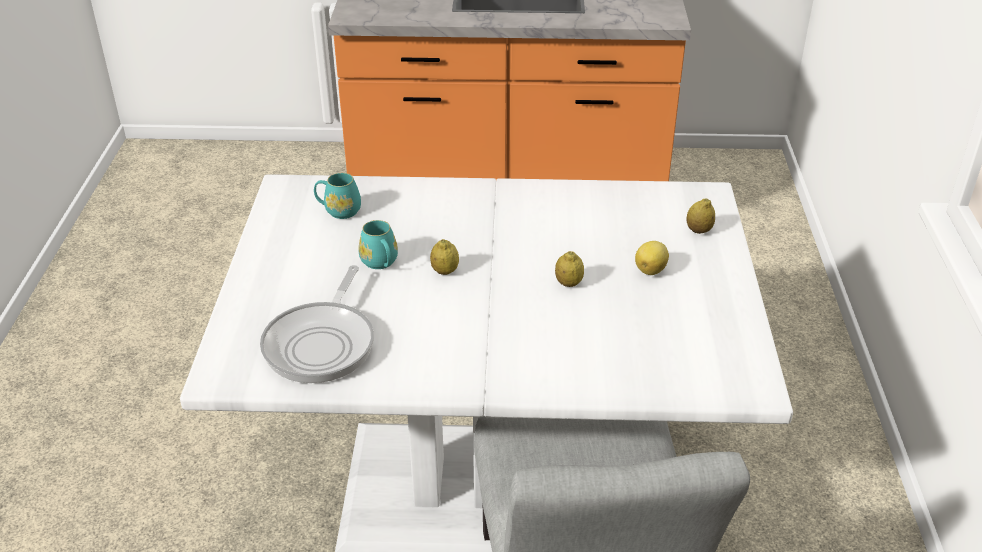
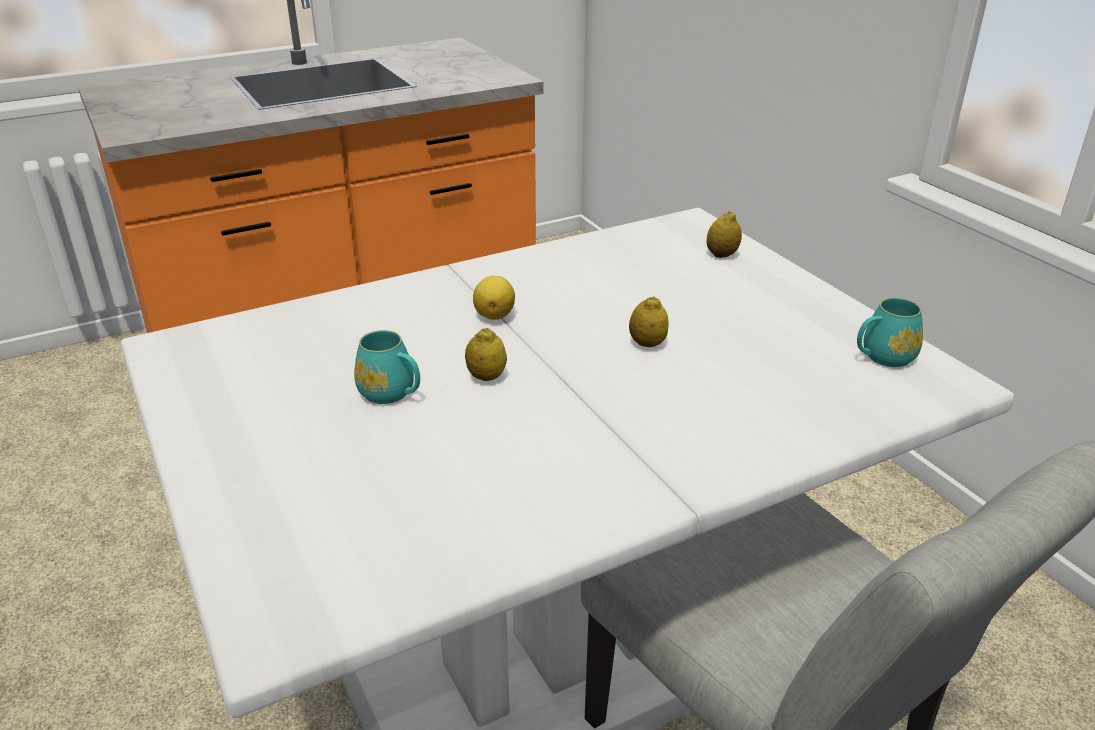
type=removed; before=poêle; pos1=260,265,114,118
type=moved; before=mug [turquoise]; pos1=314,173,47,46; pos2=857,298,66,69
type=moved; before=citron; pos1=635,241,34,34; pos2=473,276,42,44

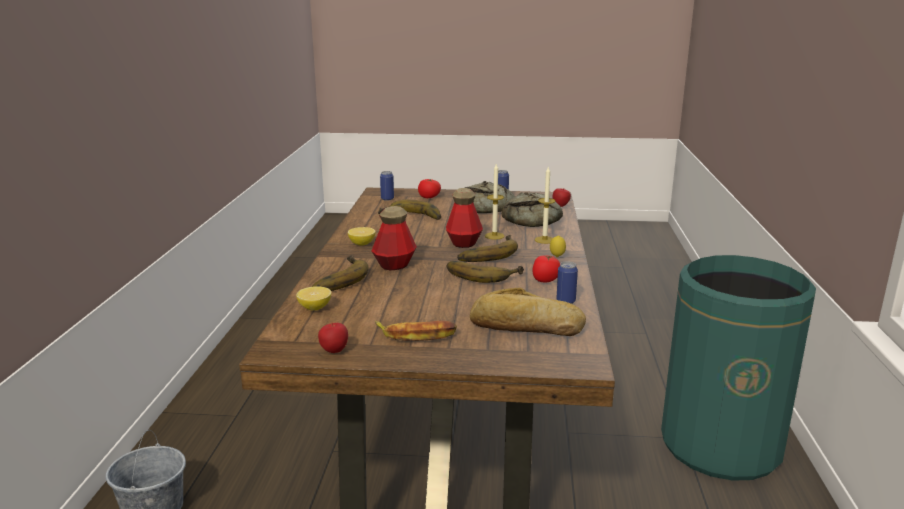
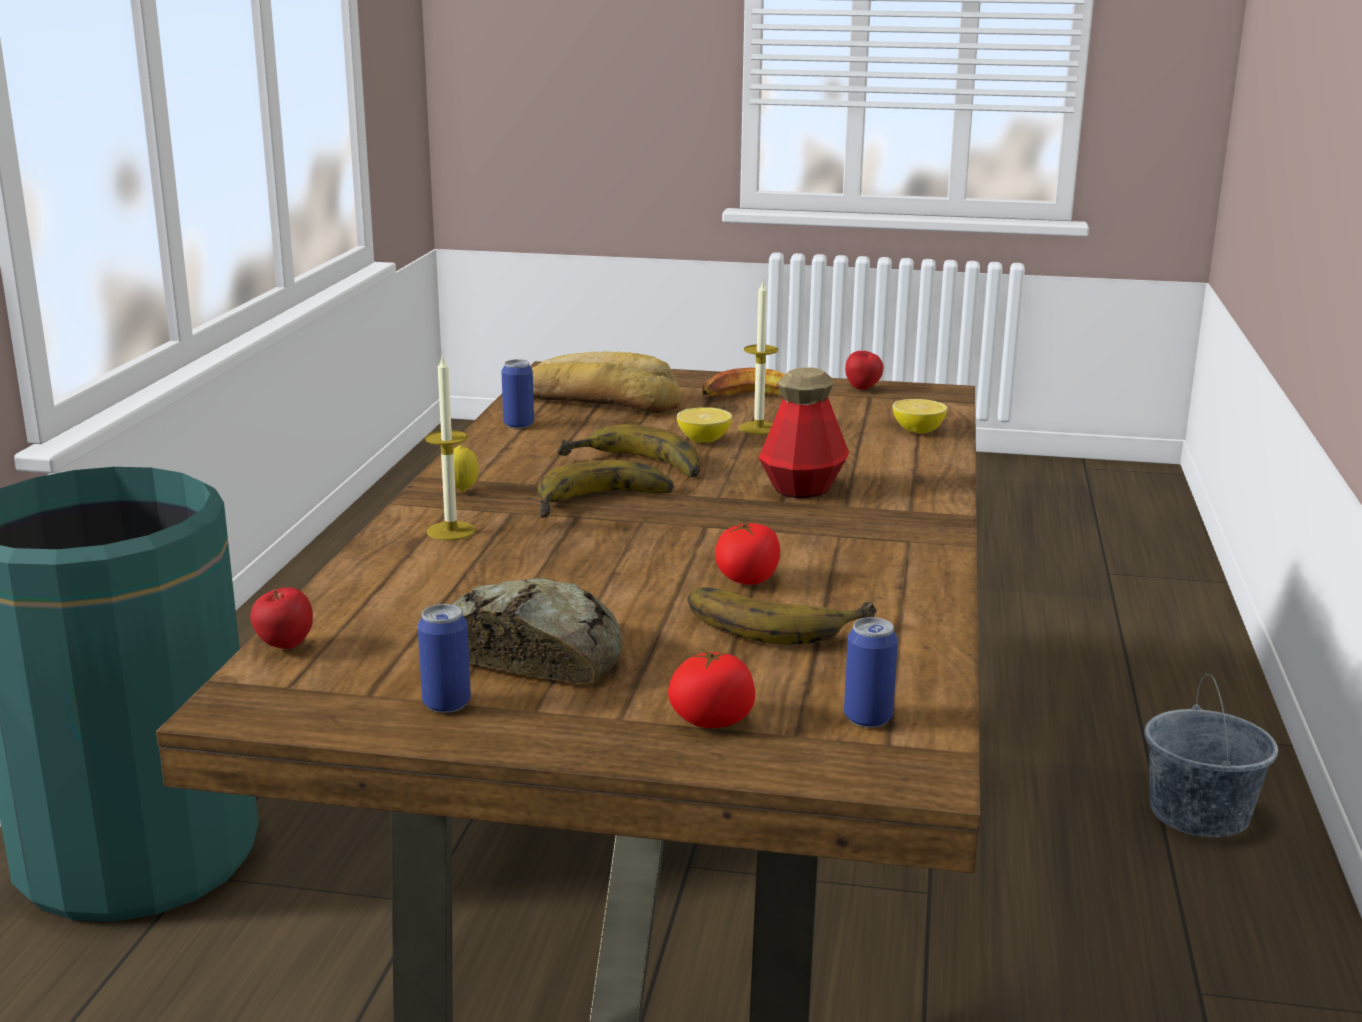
type=removed; before=banane; pos1=311,255,58,36
type=removed; before=bouteille; pos1=446,188,37,60
type=removed; before=pain; pos1=502,192,61,35
type=moved; before=citron; pos1=348,227,28,19; pos2=677,407,55,36
type=moved; before=bougie; pos1=485,164,20,75; pos2=739,282,39,153
type=moved; before=tomate; pos1=532,256,28,26; pos2=715,522,65,63

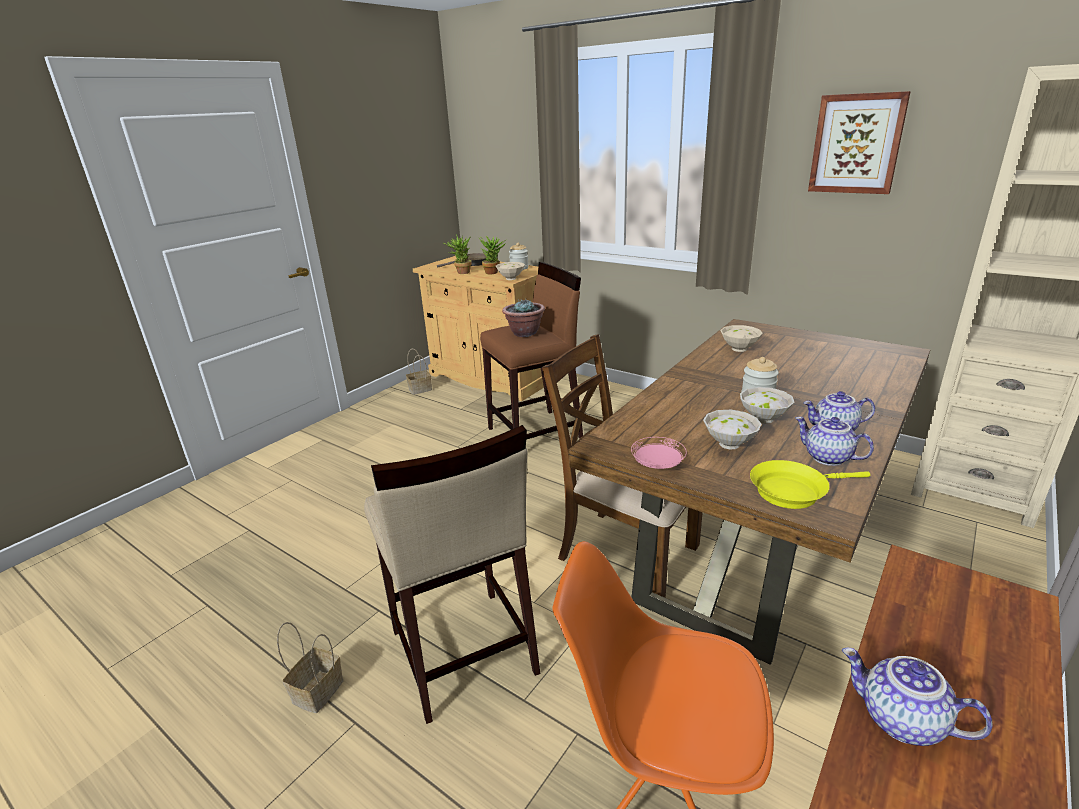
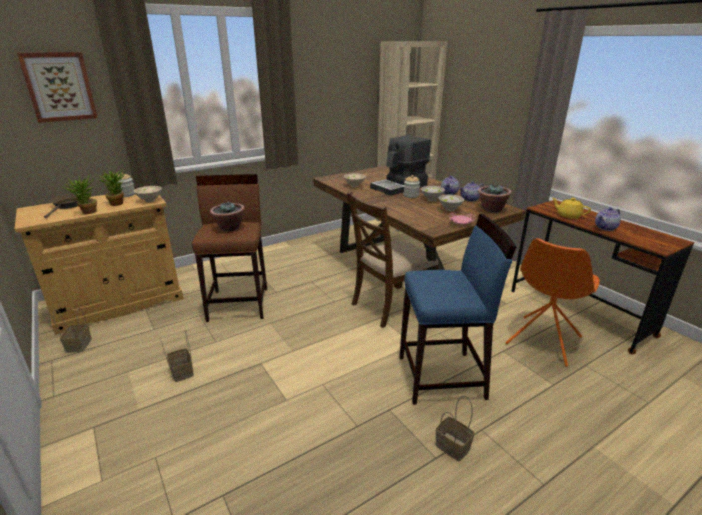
type=added; after=panier; pos2=160,330,34,52
type=added; after=machine à café; pos2=370,135,61,61
type=added; after=théière [jaune]; pos2=552,198,39,21
type=moved; before=tableau; pos1=808,91,103,103; pos2=17,52,81,71
type=replaced; before=poêle [jaune]; after=plante en pot; pos1=750,460,120,49; pos2=478,184,34,29
type=recoloured; before=tabouret [beige]; after=tabouret [bleu]; pos1=364,425,176,299; pos2=399,214,117,191

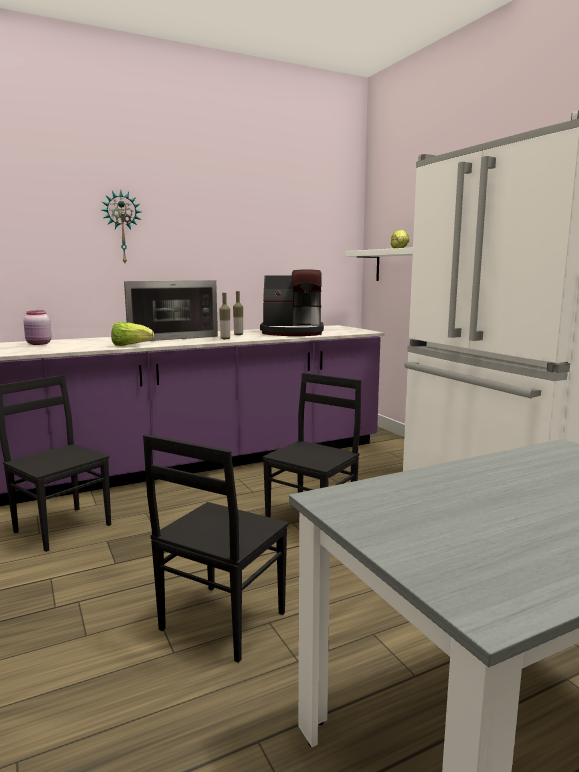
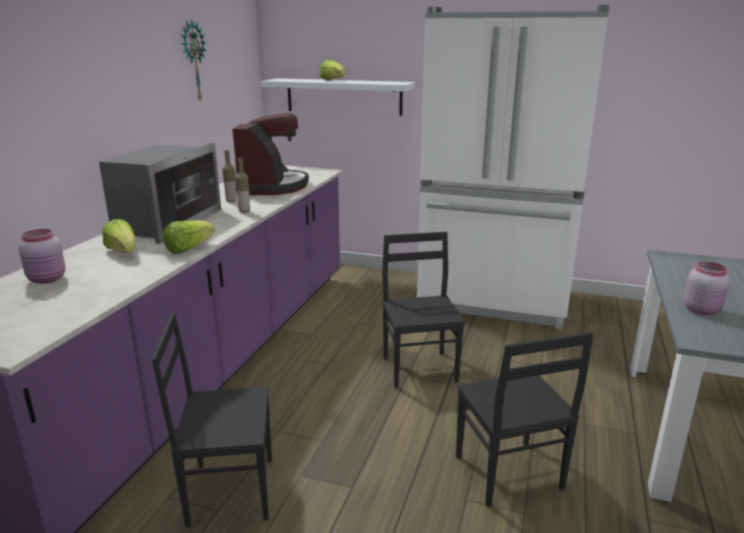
type=added; after=laitue; pos2=102,219,34,34
type=added; after=bocal [rose]; pos2=684,262,46,53
type=moved; before=horloge murale; pos1=102,190,39,73; pos2=181,19,25,82
type=turned; before=machine à café; pos1=260,269,64,67; pos2=232,113,77,82; turn=-45

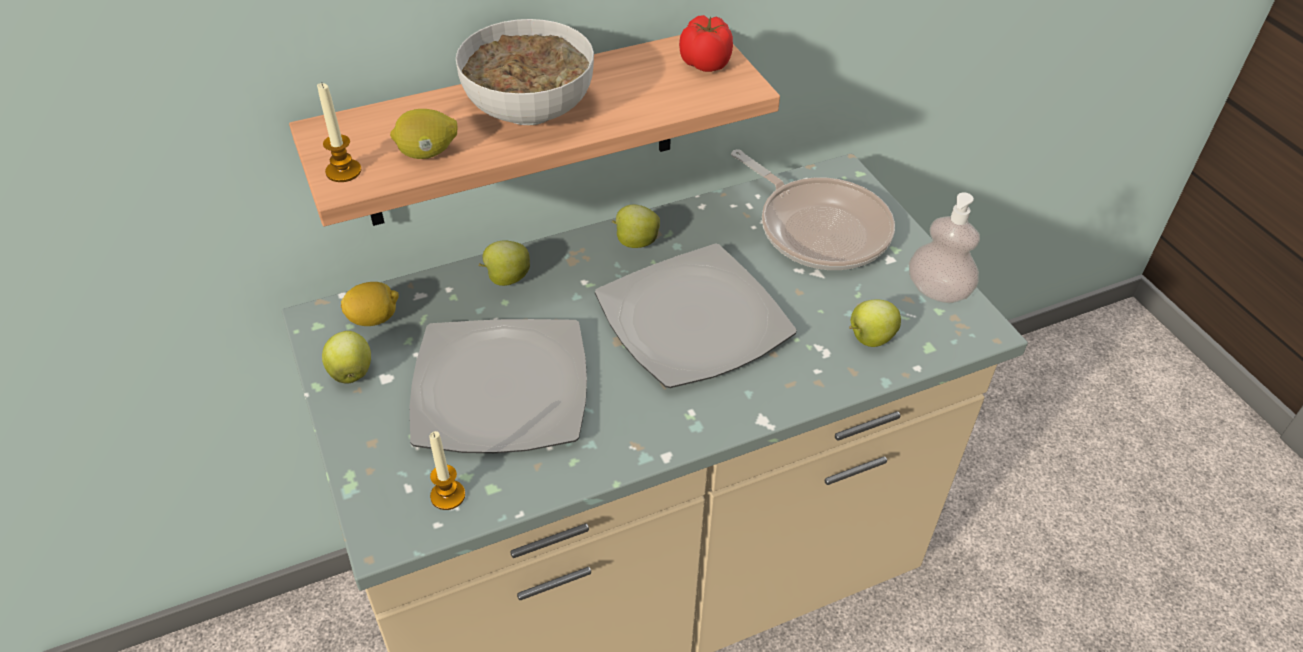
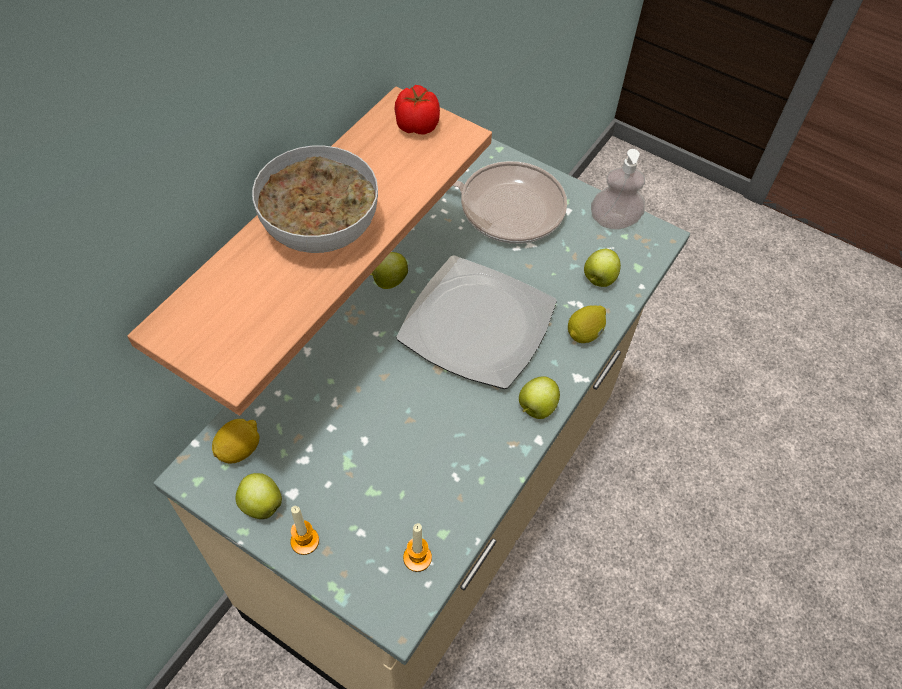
type=removed; before=assiette; pos1=410,319,177,134
type=moved; before=bougie; pos1=317,82,45,100; pos2=290,506,29,49
type=moved; before=citron; pos1=390,109,67,50; pos2=568,305,38,38
type=moved; before=pomme; pos1=479,241,51,45; pos2=519,376,41,43

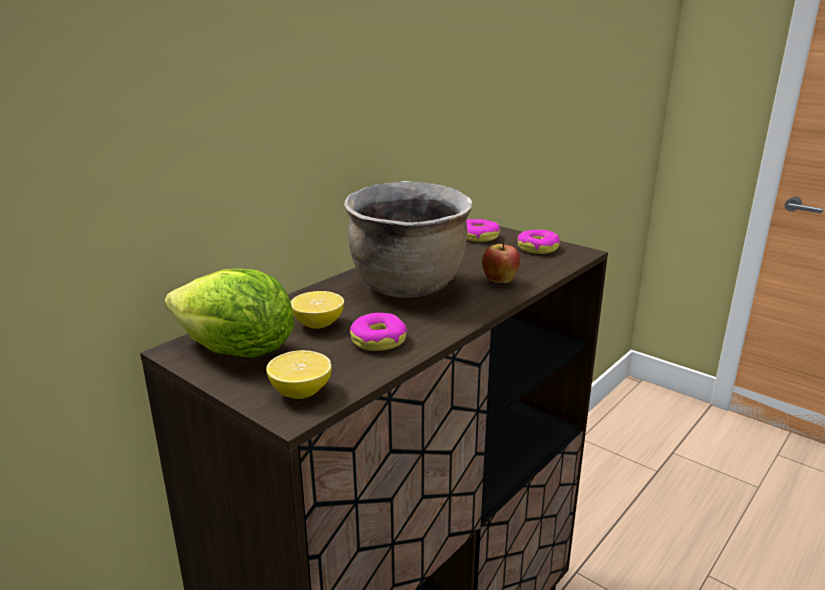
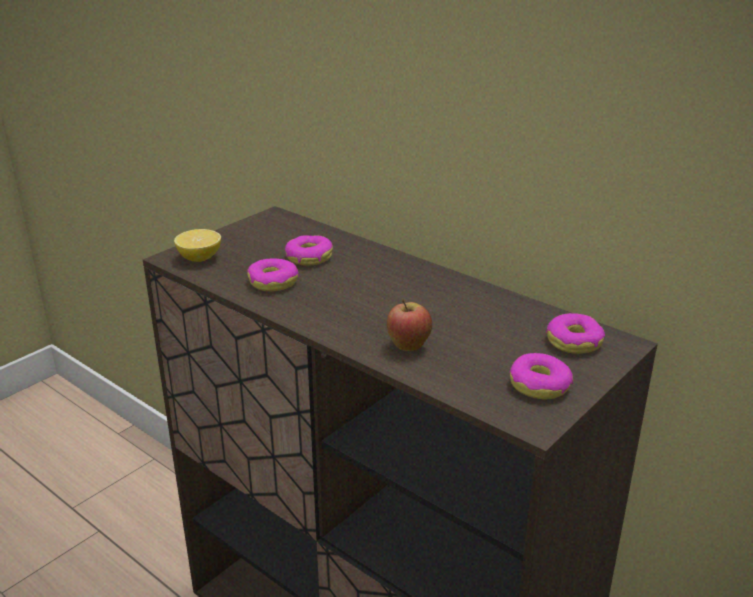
type=removed; before=laitue; pos1=165,269,129,89
type=removed; before=marmite [marron]; pos1=344,181,128,117
type=replaced; before=citron; after=beignet; pos1=291,291,53,38; pos2=285,235,48,31

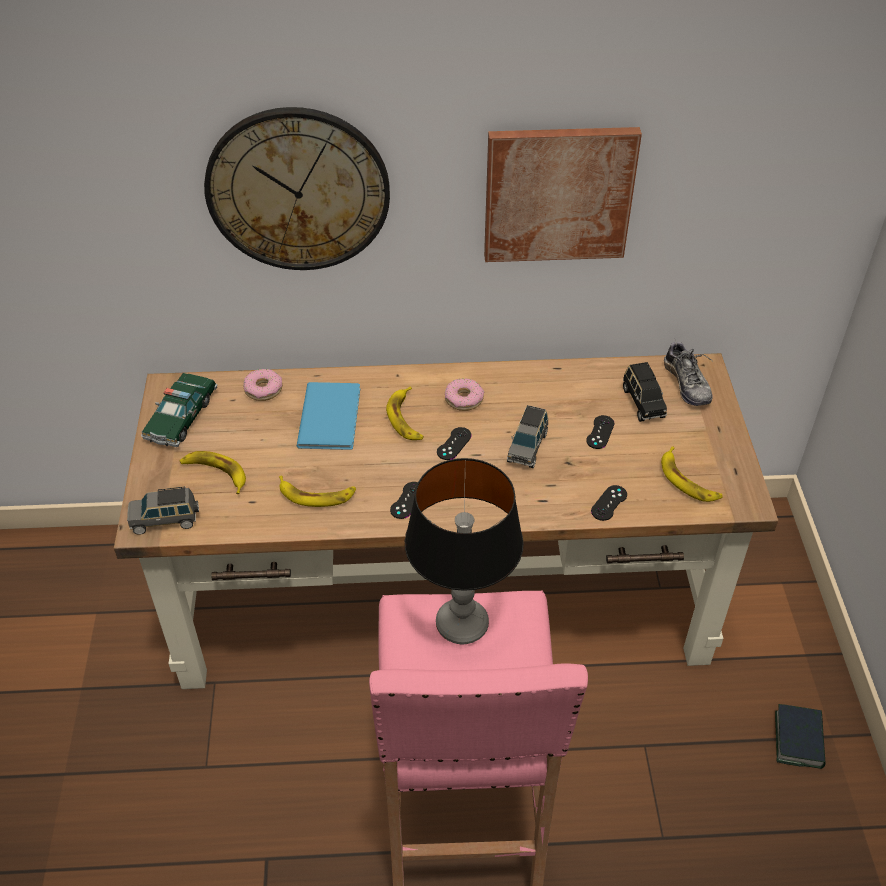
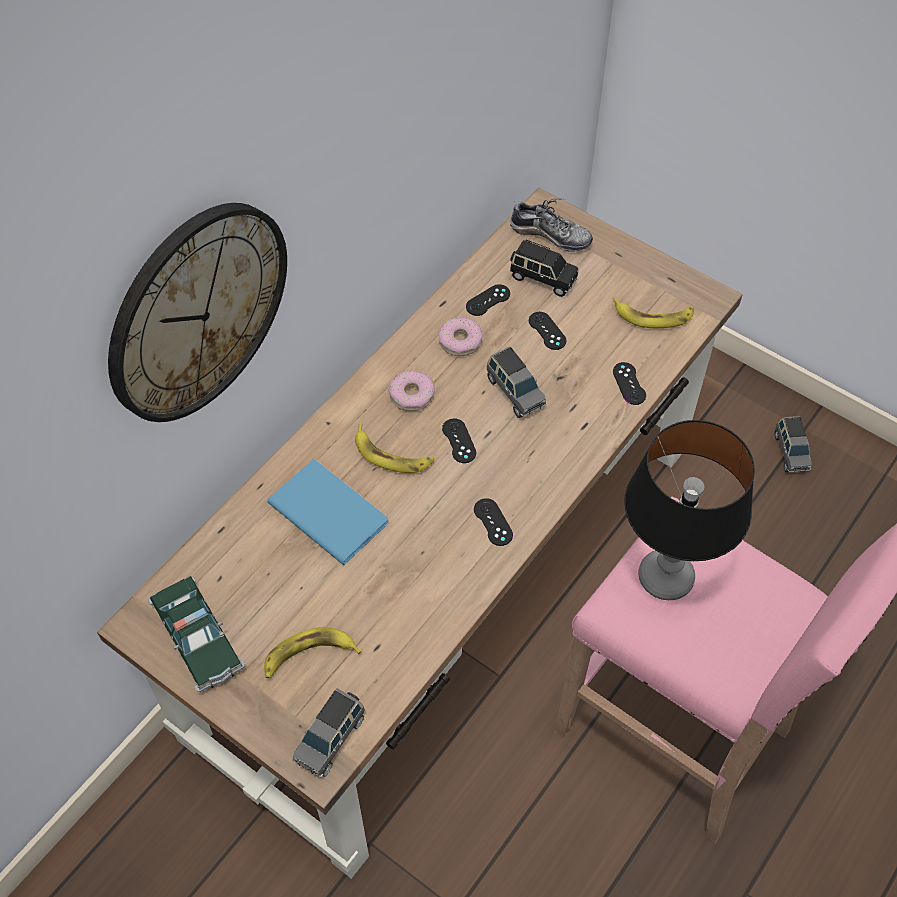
type=removed; before=banane; pos1=279,476,77,31
type=removed; before=tableau; pos1=484,127,158,135
type=added; after=manette [noir]; pos2=466,284,44,32
type=moved; before=beignet; pos1=243,369,39,32; pos2=439,318,43,38
type=replaced; before=livre; after=petite voiture [gris]; pos1=775,704,51,65; pos2=775,416,37,56

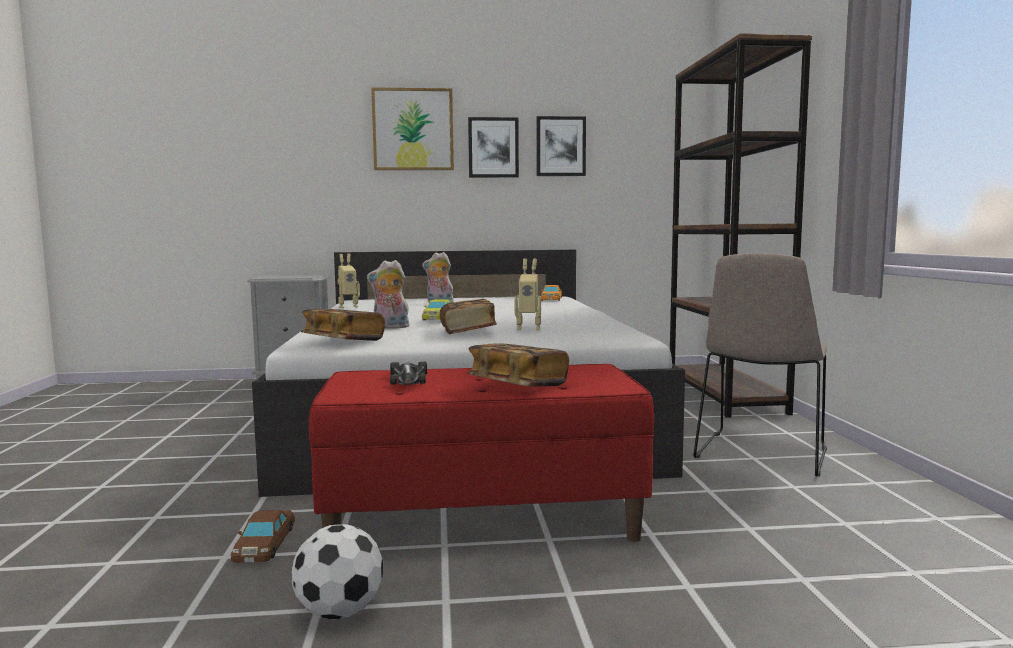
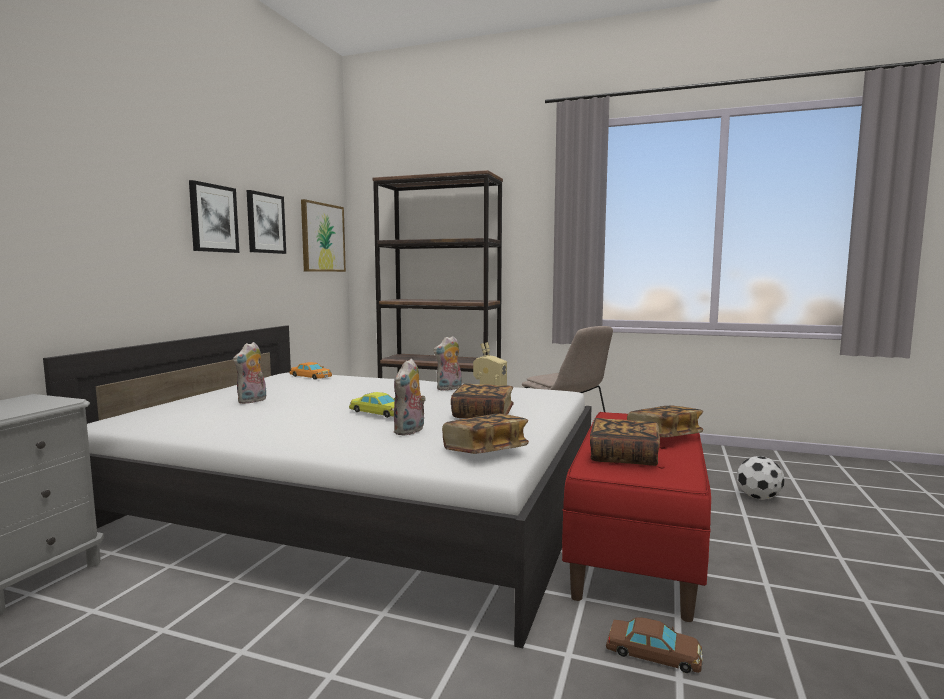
type=removed; before=robot jouet; pos1=338,254,22,54
type=added; after=peluche; pos2=433,336,29,55
type=moved; before=ballon de foot; pos1=291,524,92,95; pos2=737,456,48,44
type=moved; before=tableau; pos1=371,87,83,83; pos2=301,199,45,73
type=replaced; before=petite voiture; after=livre; pos1=390,362,37,23; pos2=590,418,70,48

